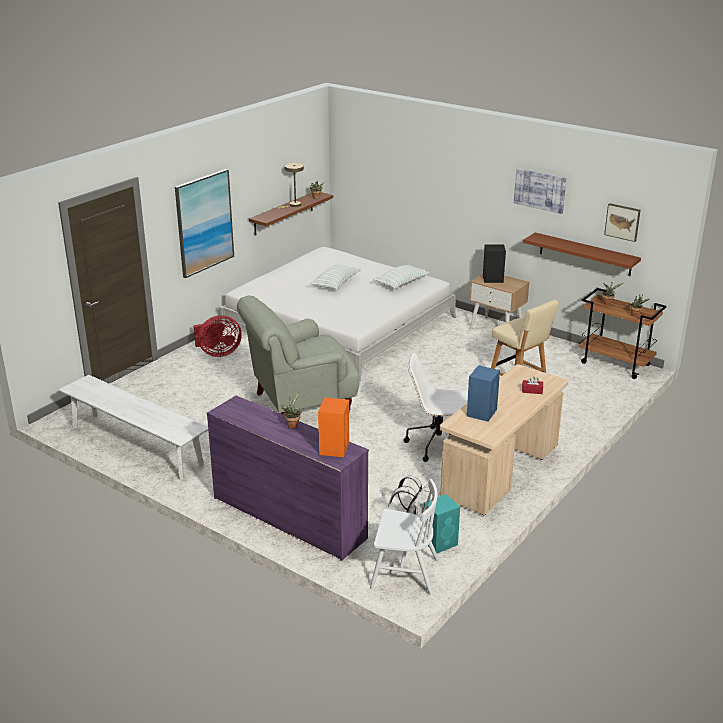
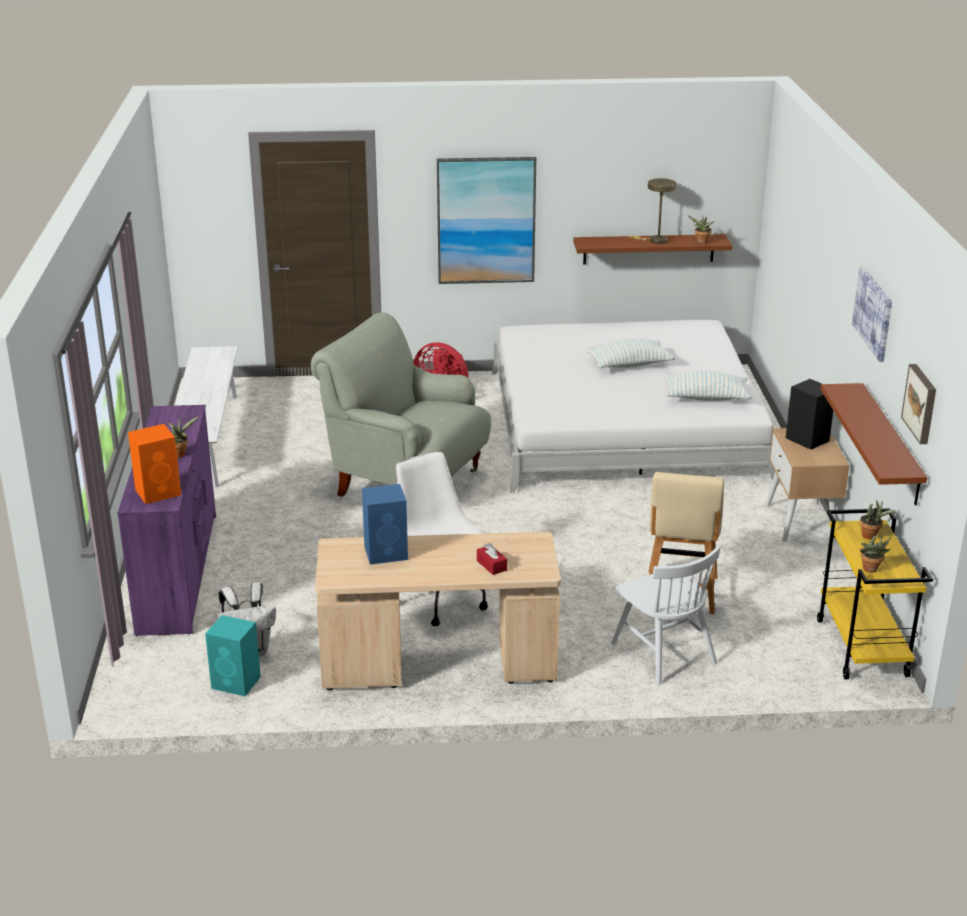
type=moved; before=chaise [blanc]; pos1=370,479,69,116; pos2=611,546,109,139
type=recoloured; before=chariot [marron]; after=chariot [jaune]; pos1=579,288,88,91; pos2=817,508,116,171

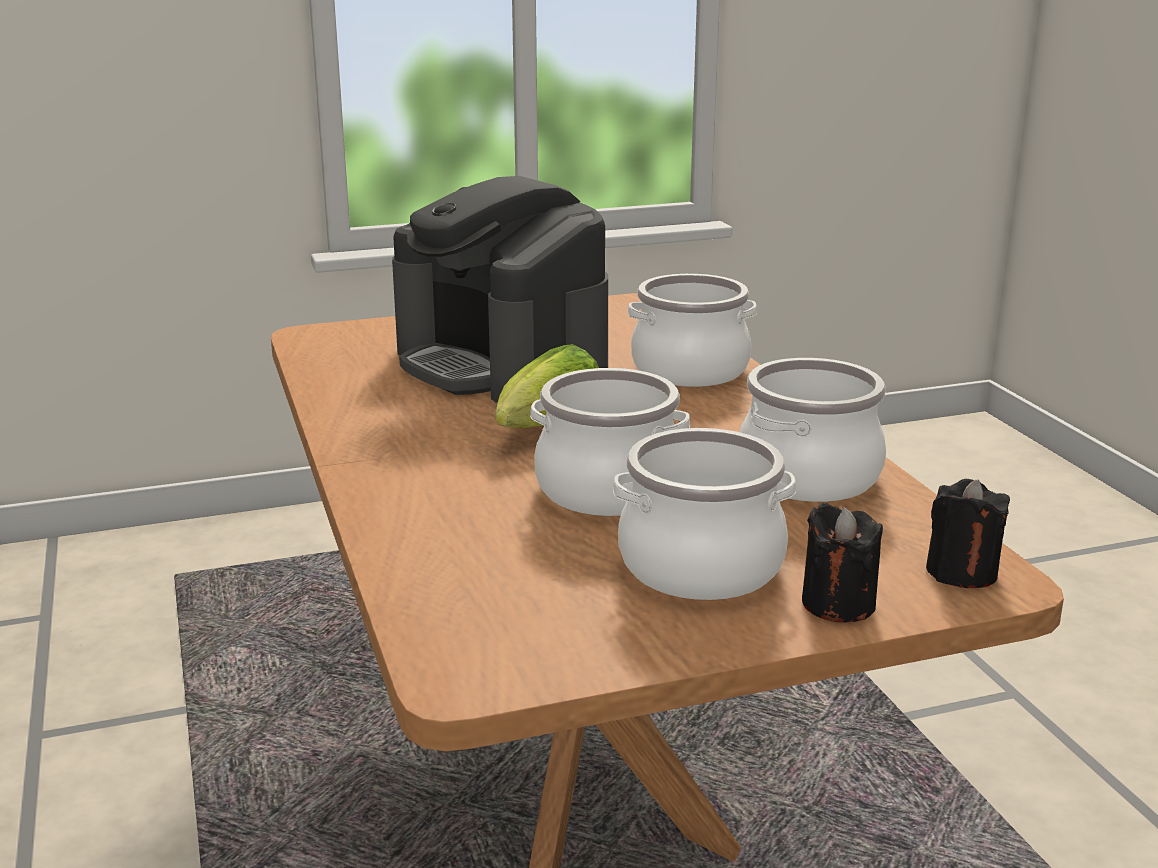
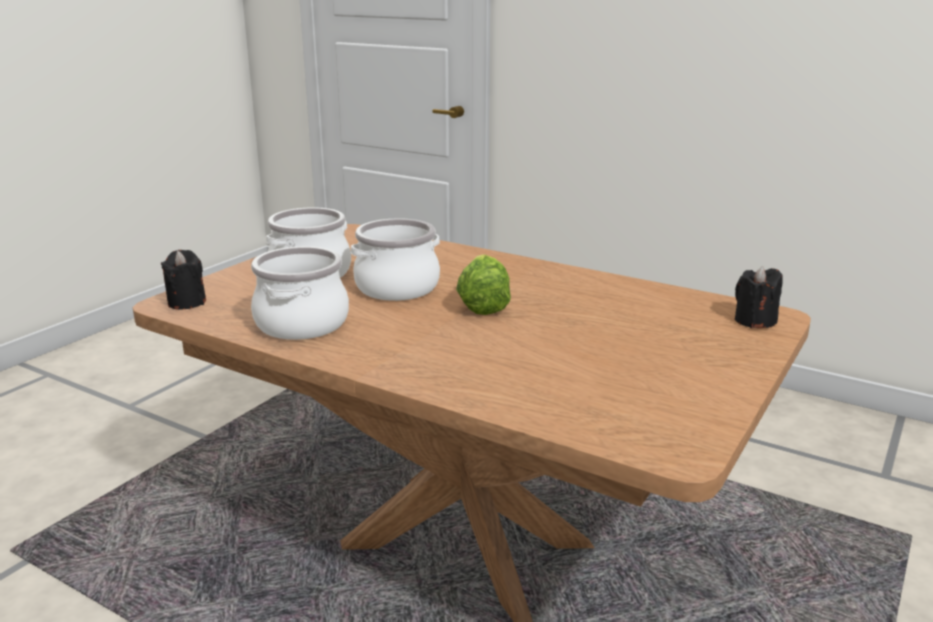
type=removed; before=machine à café; pos1=392,176,216,227
type=removed; before=marmite; pos1=628,274,129,113
type=moved; before=bougie [noir]; pos1=802,503,81,120; pos2=735,266,48,62

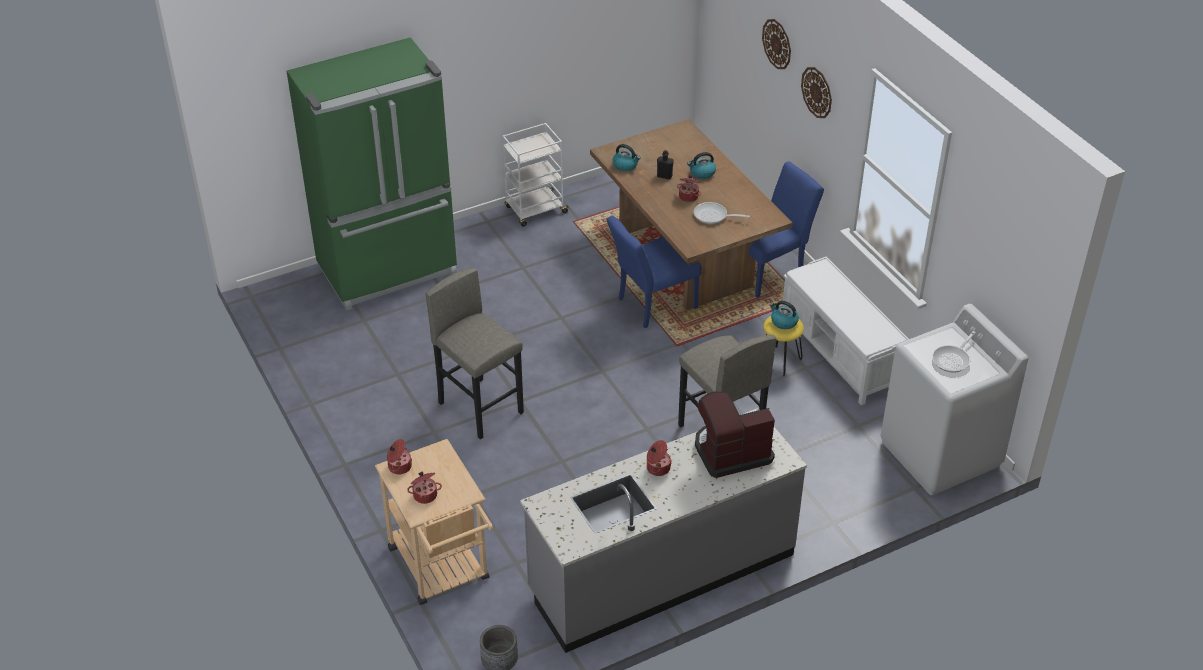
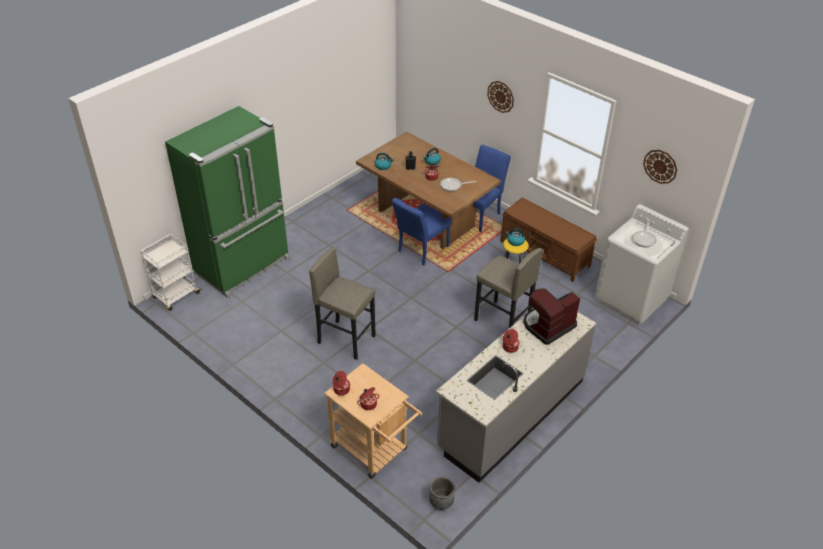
type=moved; before=chariot [blanc]; pos1=502,123,67,103; pos2=141,234,59,77
type=moved; before=horloge murale; pos1=762,19,29,50; pos2=643,150,34,34
type=recoloured; before=banc [blanc]; after=banc [marron]; pos1=782,257,127,148; pos2=501,197,96,85

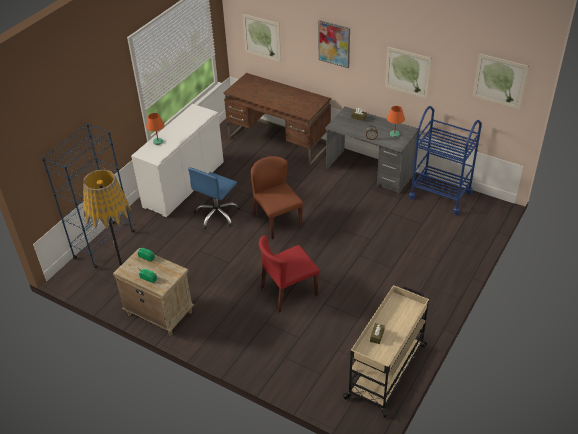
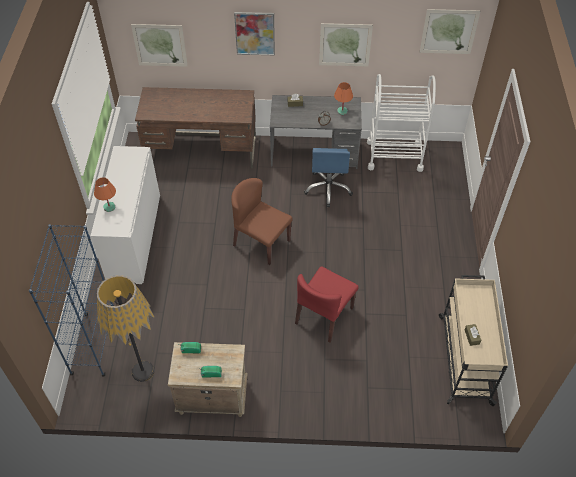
type=moved; before=chaise de bureau [bleu]; pos1=188,167,52,62; pos2=304,148,49,59
type=recoloured; before=chariot [bleu]; after=chariot [blanc]; pos1=409,106,73,109; pos2=367,74,69,98

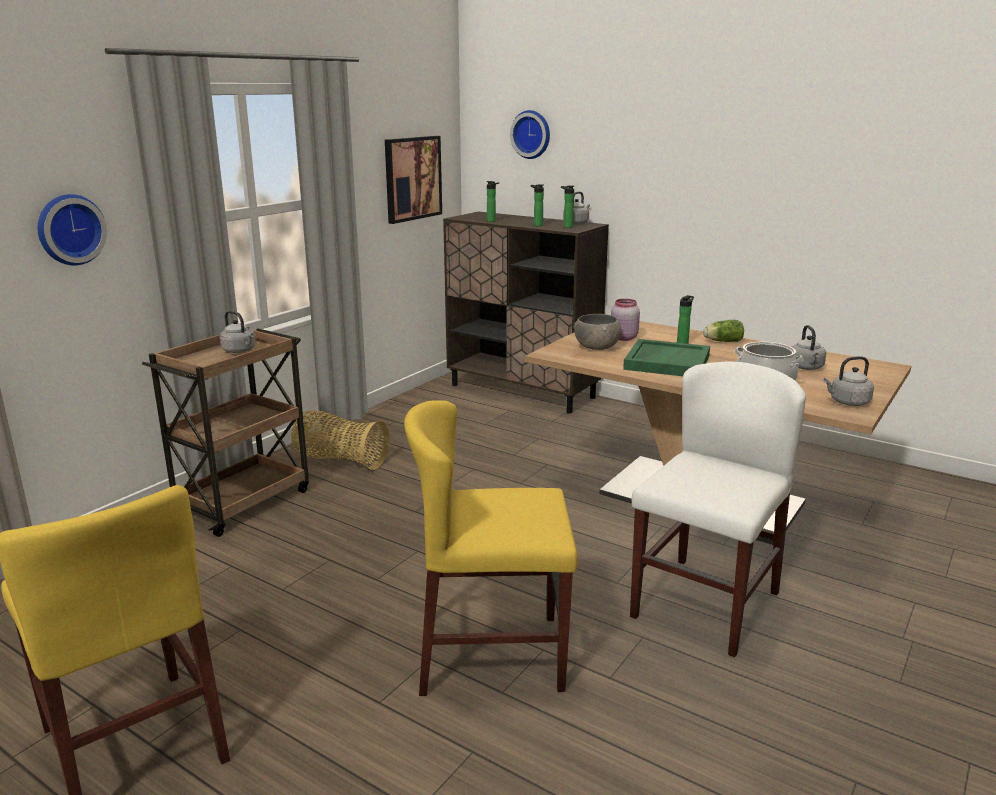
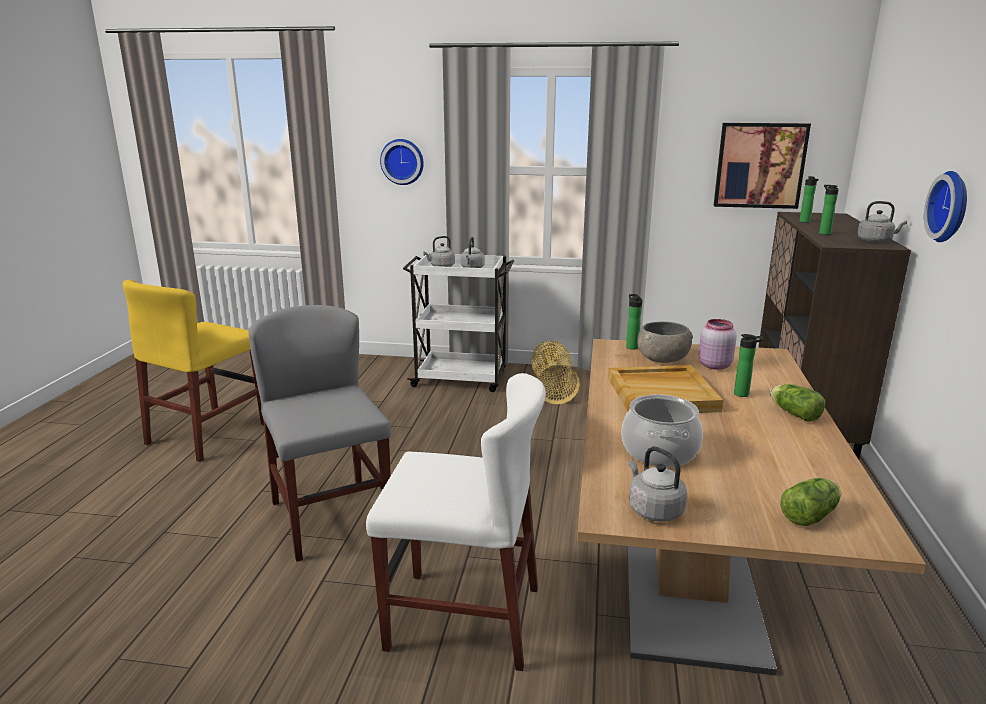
type=added; after=laitue; pos2=780,478,61,48
type=moved; before=horloge murale; pos1=510,110,40,49; pos2=924,171,43,71
type=moved; before=bouteille; pos1=561,185,13,43; pos2=626,294,16,55
type=moved; before=bouilloire [gris]; pos1=792,325,34,45; pos2=423,236,32,31
type=recoloured; before=chariot [marron]; after=chariot [blanc]; pos1=142,327,167,210; pos2=403,253,111,139
type=recoloured; before=chaise [jaune]; after=chaise [gris]; pos1=404,400,174,296; pos2=248,305,143,257
type=recoloured; before=plateau [vert]; after=plateau [beige]; pos1=623,339,87,37; pos2=608,365,115,48

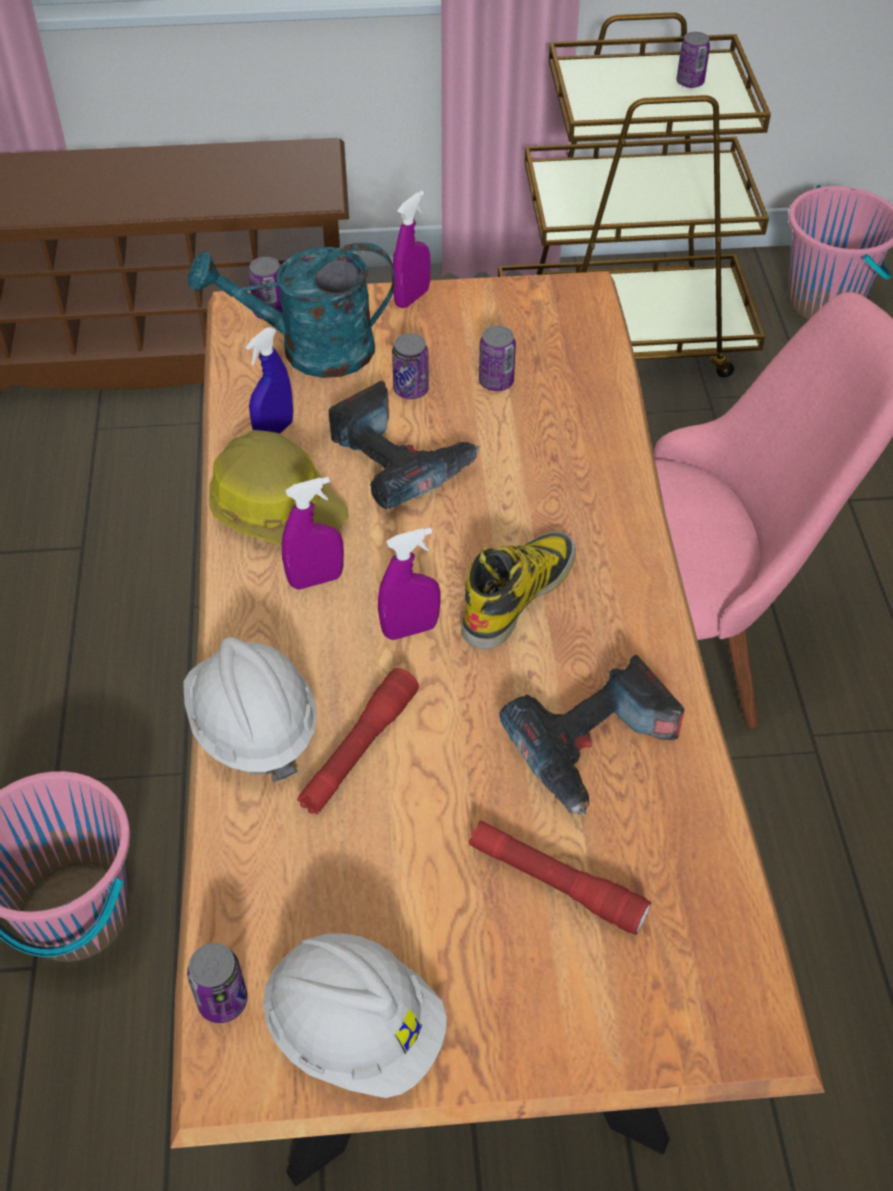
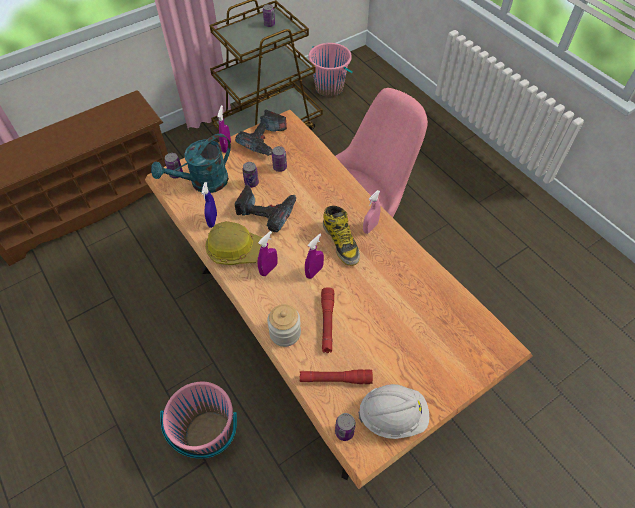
type=added; after=vaporisateur [rose]; pos2=363,190,18,44
type=moved; before=lampe de poche [rouge]; pos1=469,821,182,114; pos2=300,369,73,15
type=moved; before=perceuse; pos1=499,655,186,162; pos2=235,110,52,46
type=replaced; before=casque de chantier [blanc]; after=bocal; pos1=184,637,133,145; pos2=267,304,34,43
type=turned; before=botte; pos1=461,532,115,118; pos2=323,206,37,60; turn=150

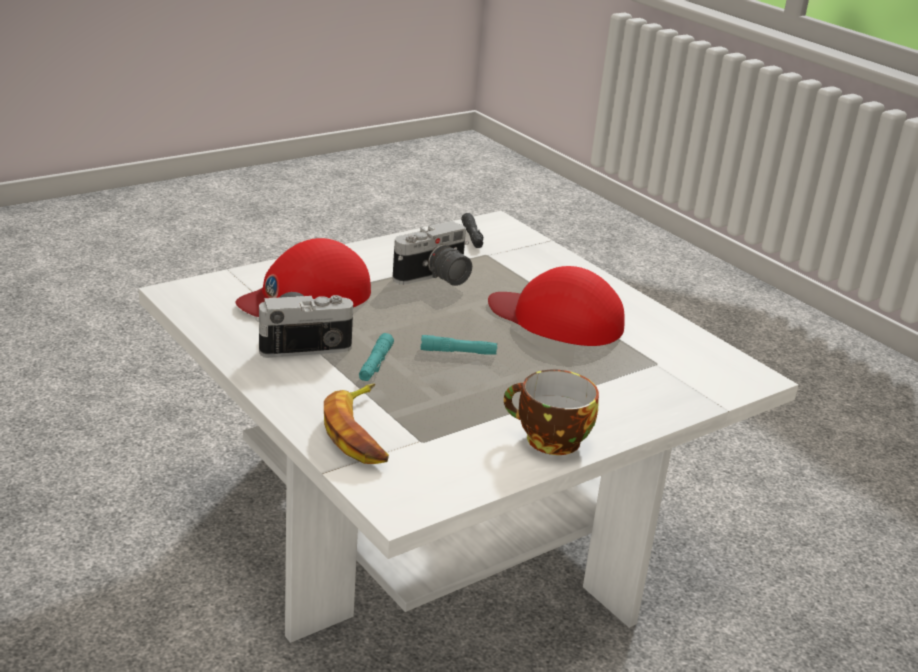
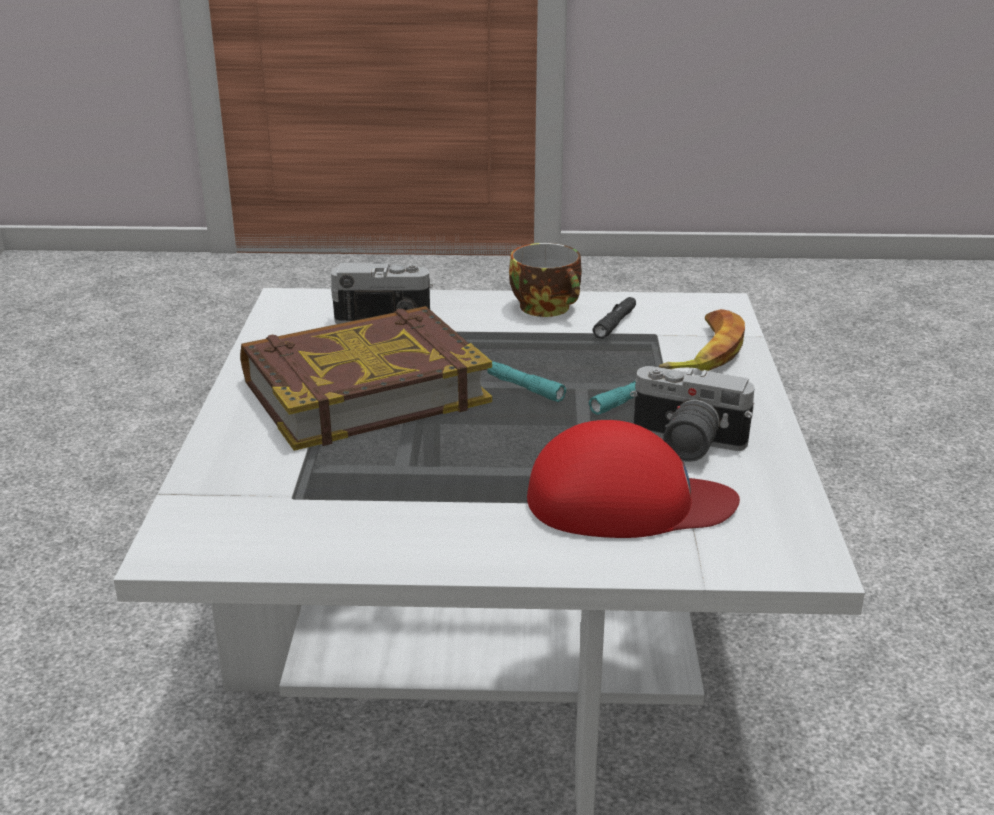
type=moved; before=appareil photo; pos1=392,221,80,65; pos2=331,262,102,62
type=moved; before=lampe de poche [noir]; pos1=461,213,23,35; pos2=593,297,43,42
type=replaced; before=casquette [rouge]; after=livre; pos1=488,266,137,80; pos2=240,306,252,145

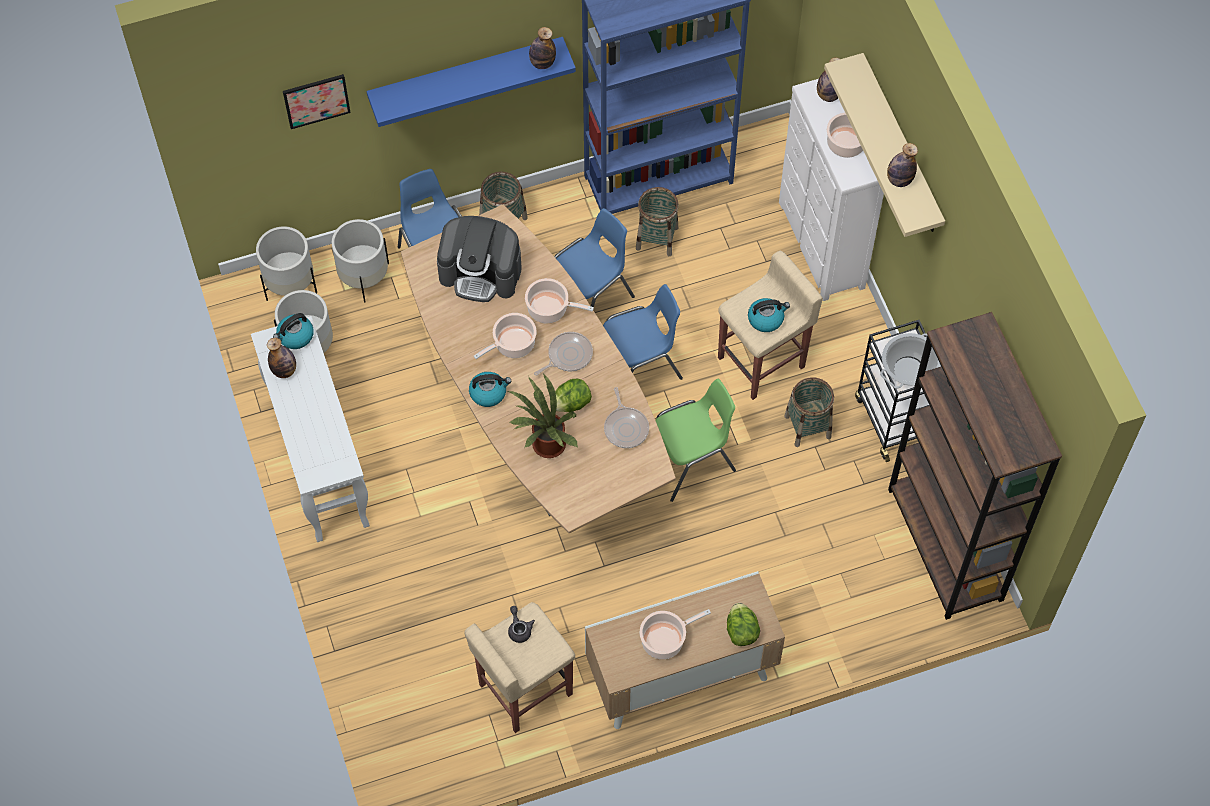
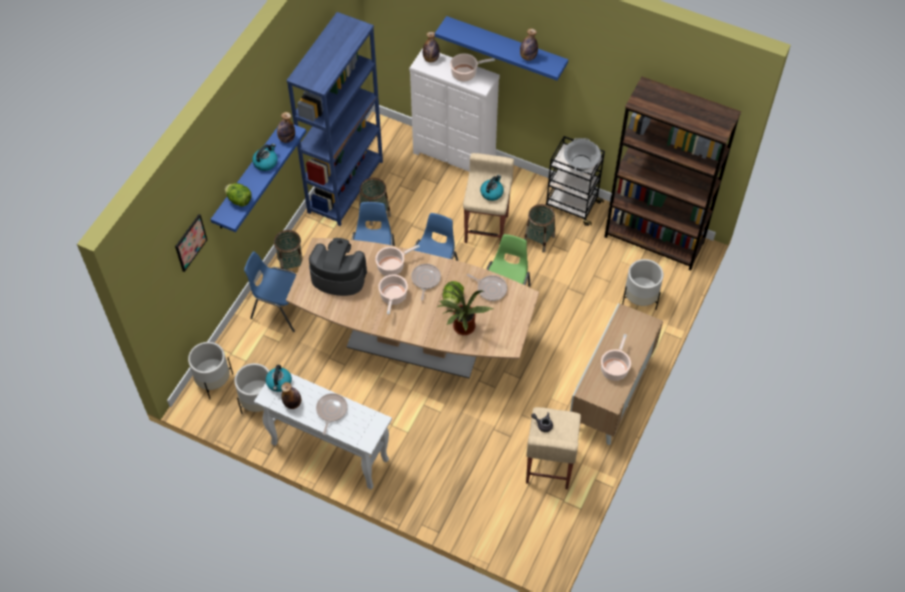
type=added; after=poêle; pos2=316,393,32,42
type=moved; before=cache-pot [blanc]; pos1=332,219,57,84; pos2=622,259,41,51
type=moved; before=bouilloire; pos1=469,372,42,35; pos2=252,143,26,28
type=moved; before=laitue; pos1=727,603,33,43; pos2=225,183,27,24
type=recoloured; before=étagère [beige]; after=étagère [bleu]; pos1=824,53,121,184; pos2=435,16,133,65
type=turned; before=machine à café; pos1=437,216,85,86; pos2=309,238,58,58; turn=-135

